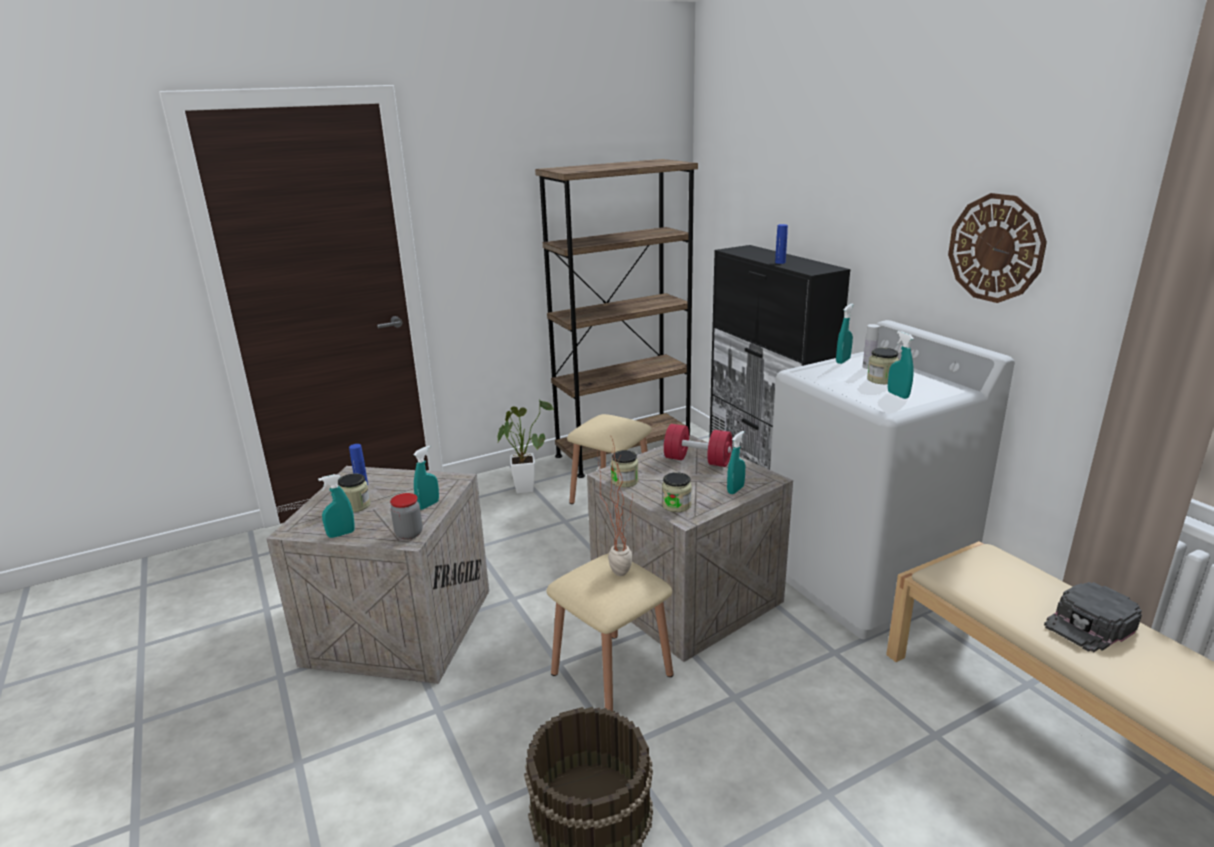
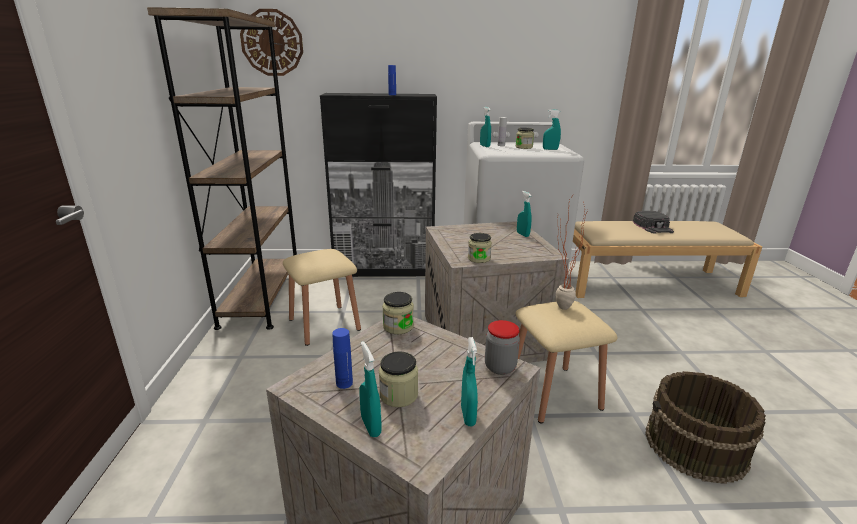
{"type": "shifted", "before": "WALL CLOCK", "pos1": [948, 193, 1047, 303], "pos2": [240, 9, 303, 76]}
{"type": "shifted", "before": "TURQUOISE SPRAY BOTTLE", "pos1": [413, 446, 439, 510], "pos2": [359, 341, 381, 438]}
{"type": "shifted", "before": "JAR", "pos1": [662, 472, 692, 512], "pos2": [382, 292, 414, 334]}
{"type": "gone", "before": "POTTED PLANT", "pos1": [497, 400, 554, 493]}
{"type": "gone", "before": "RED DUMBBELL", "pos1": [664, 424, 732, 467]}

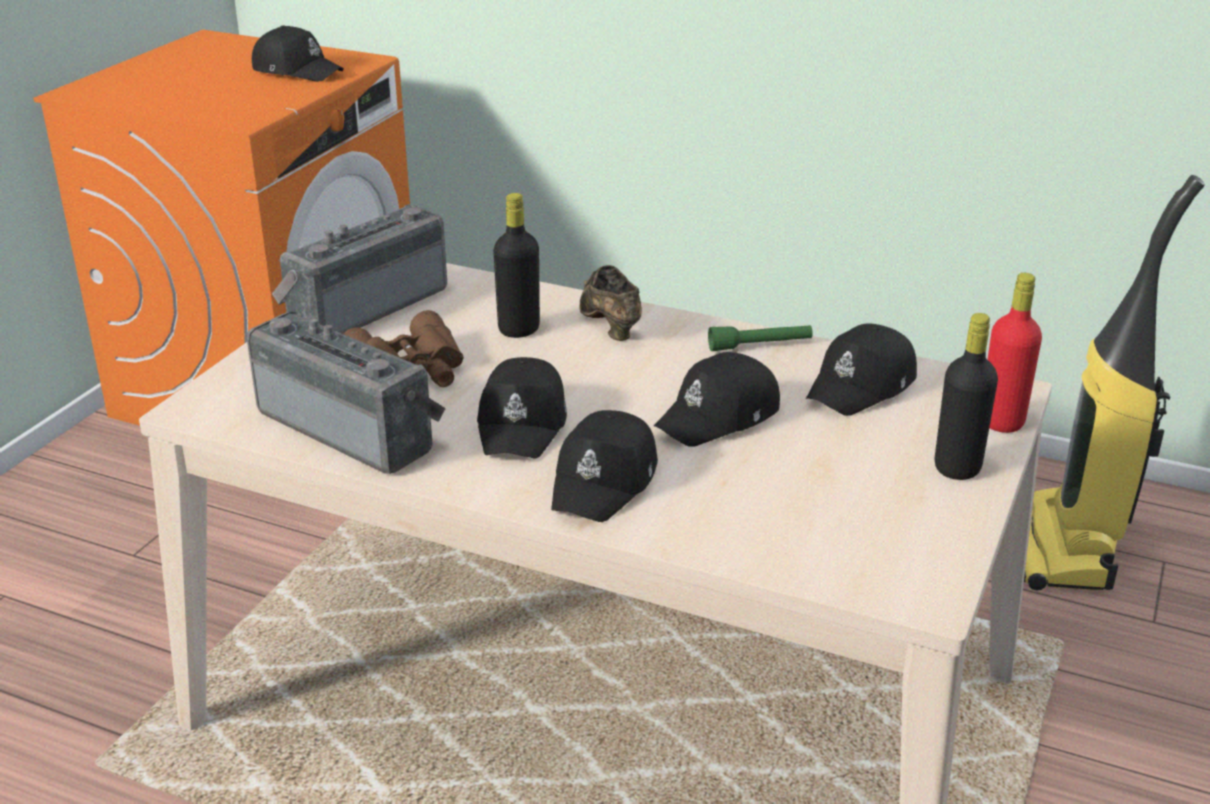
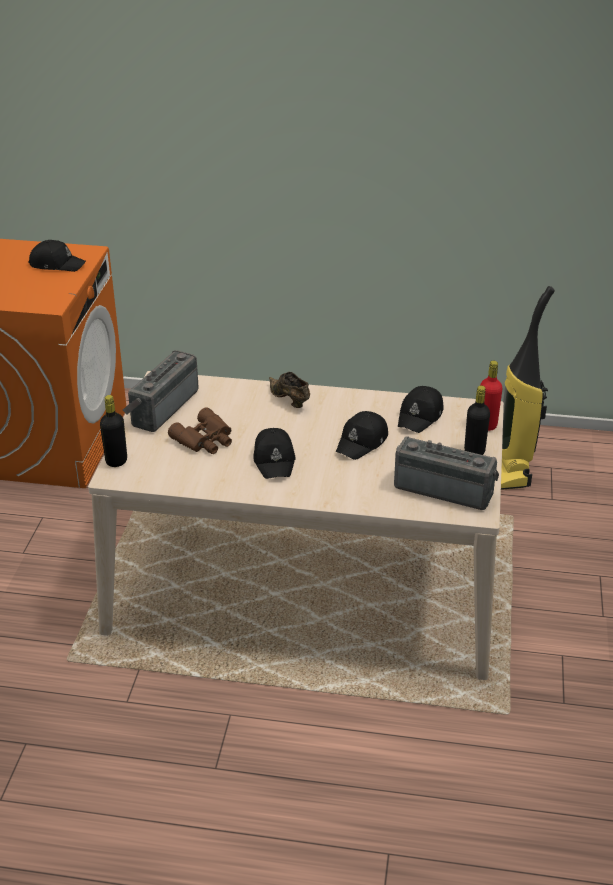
{"type": "shifted", "before": "BLACK BOTTLE", "pos1": [493, 193, 540, 338], "pos2": [100, 395, 127, 467]}
{"type": "shifted", "before": "RADIO", "pos1": [246, 312, 446, 474], "pos2": [394, 436, 499, 510]}
{"type": "gone", "before": "BLACK CAP", "pos1": [551, 410, 658, 522]}
{"type": "gone", "before": "GREEN FLASHLIGHT", "pos1": [708, 325, 813, 351]}

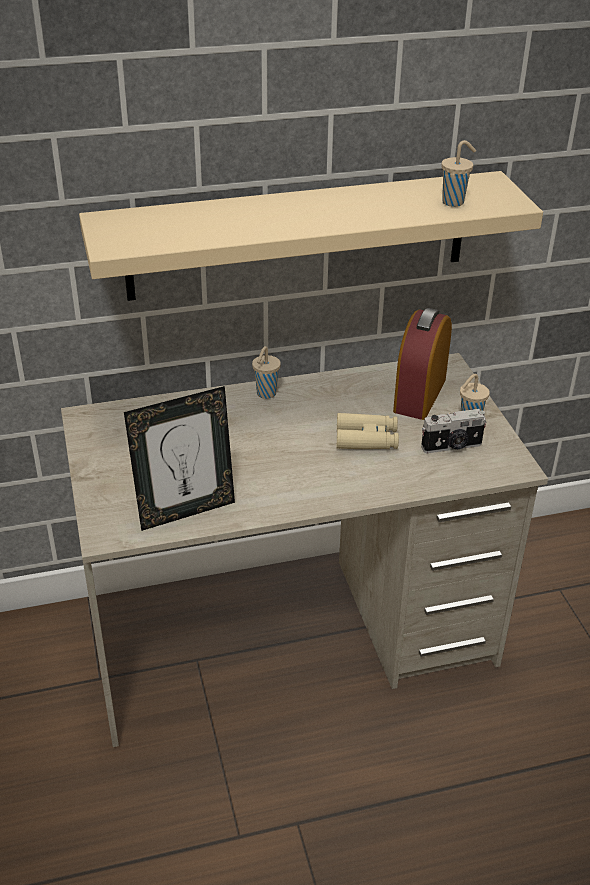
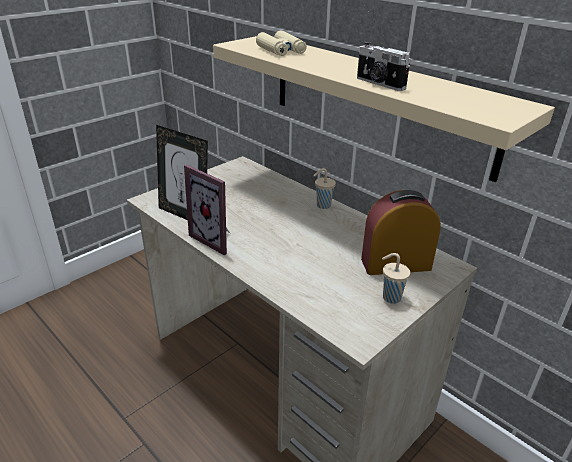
{"type": "new", "after": "PICTURE FRAME", "pos2": [184, 165, 230, 255]}
{"type": "shifted", "before": "BEIGE BINOCULARS", "pos1": [337, 413, 399, 449], "pos2": [256, 30, 307, 56]}
{"type": "shifted", "before": "PHOTO CAMERA", "pos1": [421, 409, 487, 453], "pos2": [357, 41, 411, 91]}
{"type": "gone", "before": "BEIGE CUP", "pos1": [441, 140, 476, 207]}

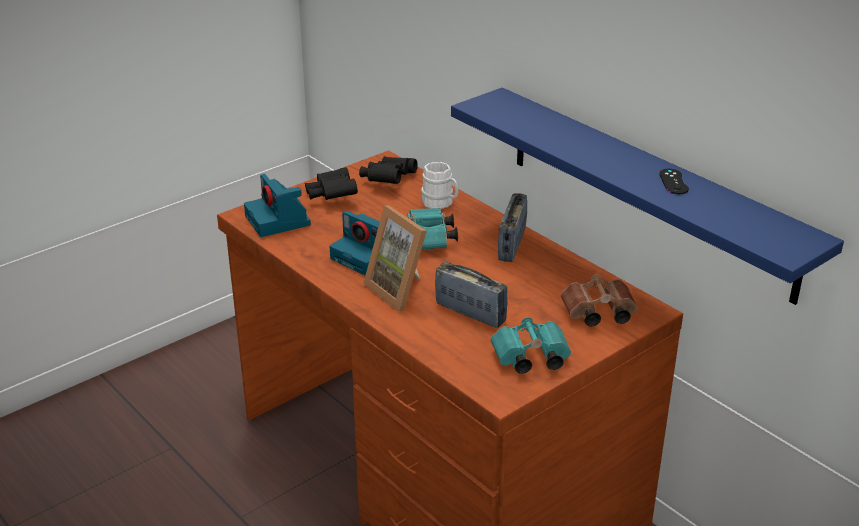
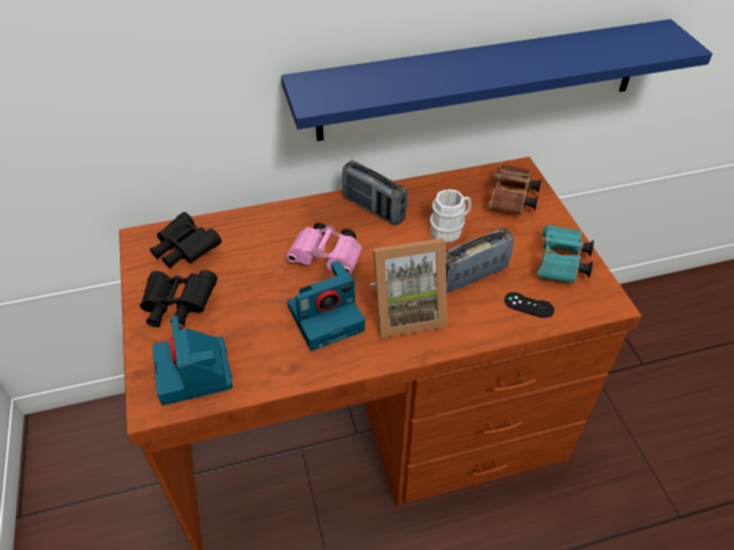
{"type": "rotated", "before": "PHOTO CAMERA", "pos1": [244, 174, 311, 237], "pos2": [152, 316, 233, 405], "turn": 75}
{"type": "repainted", "before": "TURQUOISE BINOCULARS", "after": "PINK BINOCULARS", "pos1": [407, 208, 458, 250], "pos2": [286, 223, 363, 275]}
{"type": "shifted", "before": "WHITE MUG", "pos1": [421, 162, 458, 209], "pos2": [430, 189, 471, 242]}
{"type": "shifted", "before": "BLACK GAME CONTROLLER", "pos1": [659, 169, 689, 194], "pos2": [504, 292, 554, 318]}

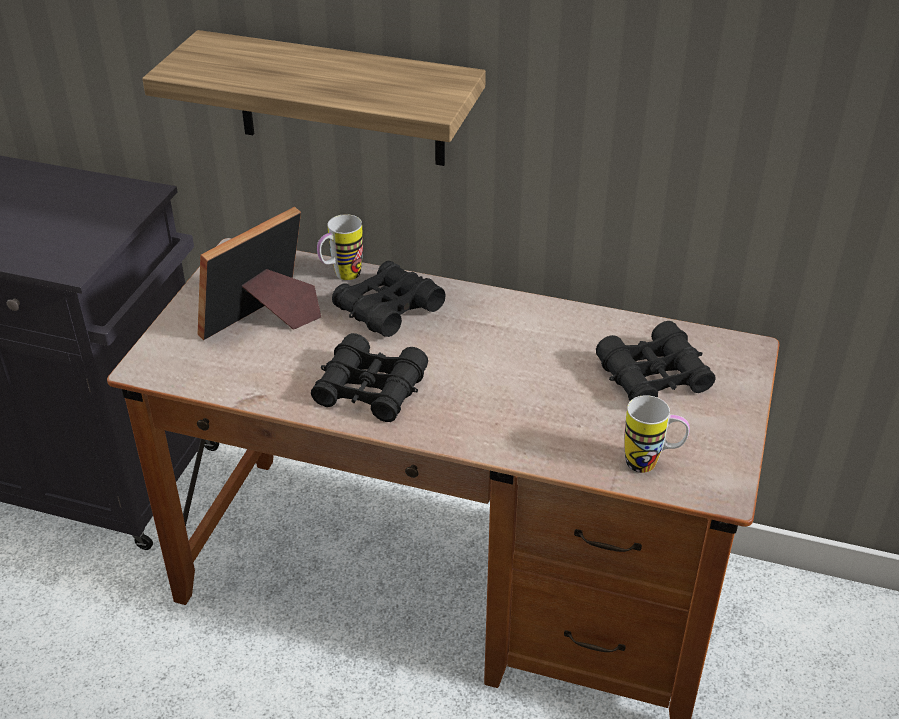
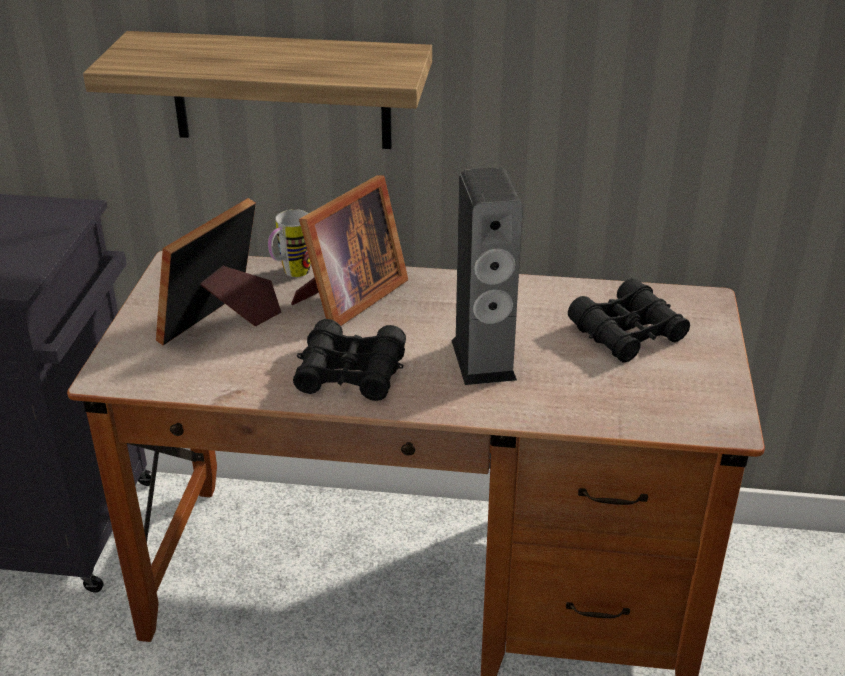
{"type": "swapped", "before": "BLACK BINOCULARS", "after": "PICTURE FRAME", "pos1": [332, 261, 446, 337], "pos2": [291, 175, 408, 326]}
{"type": "new", "after": "SPEAKER", "pos2": [452, 167, 523, 385]}
{"type": "gone", "before": "MUG", "pos1": [624, 395, 690, 473]}

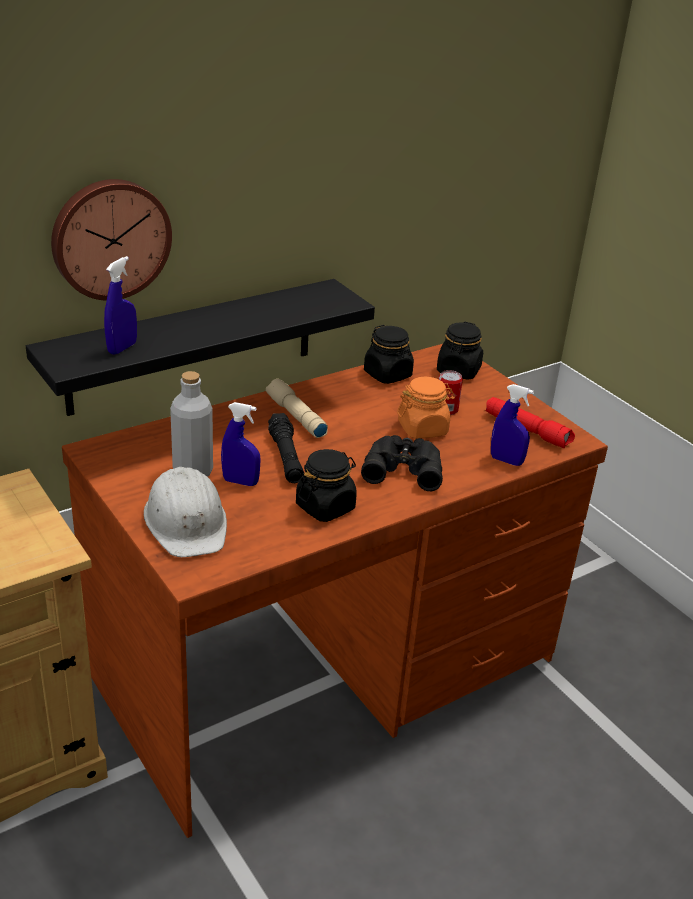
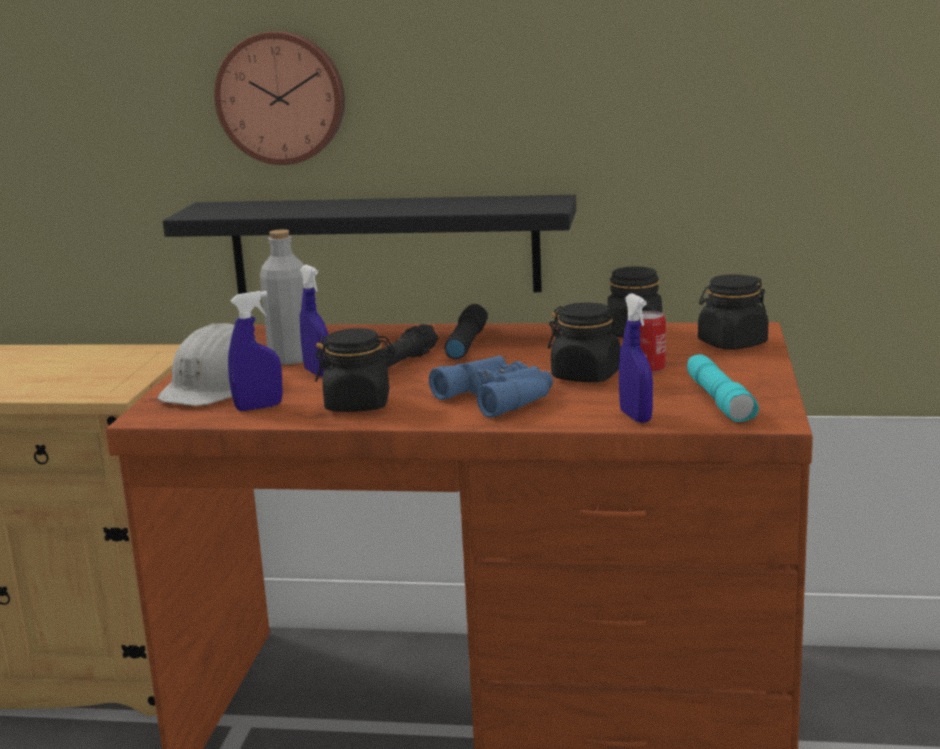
{"type": "shifted", "before": "BLUE SPRAY BOTTLE", "pos1": [104, 256, 137, 355], "pos2": [228, 291, 283, 411]}
{"type": "repainted", "before": "BLACK BINOCULARS", "after": "BLUE BINOCULARS", "pos1": [361, 435, 443, 491], "pos2": [429, 356, 553, 418]}
{"type": "repainted", "before": "BEIGE FLASHLIGHT", "after": "BLACK FLASHLIGHT", "pos1": [266, 379, 328, 438], "pos2": [445, 304, 488, 359]}
{"type": "repainted", "before": "ORANGE JAR", "after": "BLACK JAR", "pos1": [397, 376, 455, 439], "pos2": [548, 302, 625, 382]}
{"type": "repainted", "before": "RED FLASHLIGHT", "after": "TURQUOISE FLASHLIGHT", "pos1": [485, 397, 575, 448], "pos2": [687, 354, 759, 422]}

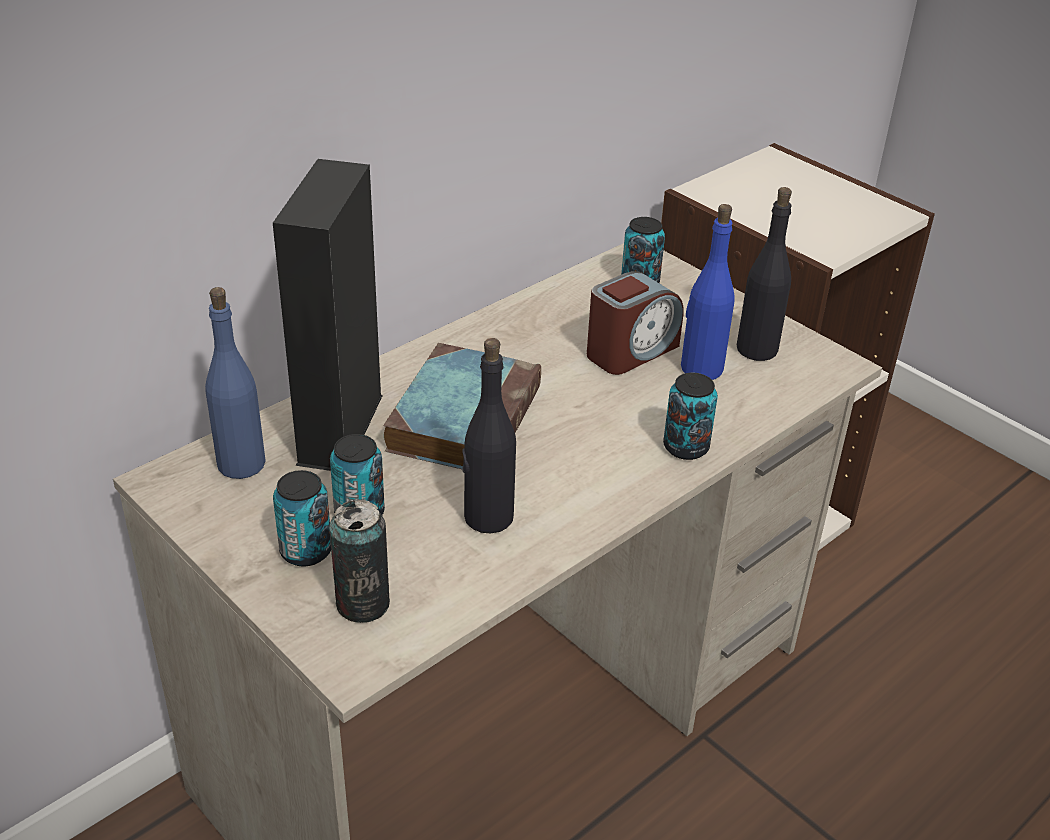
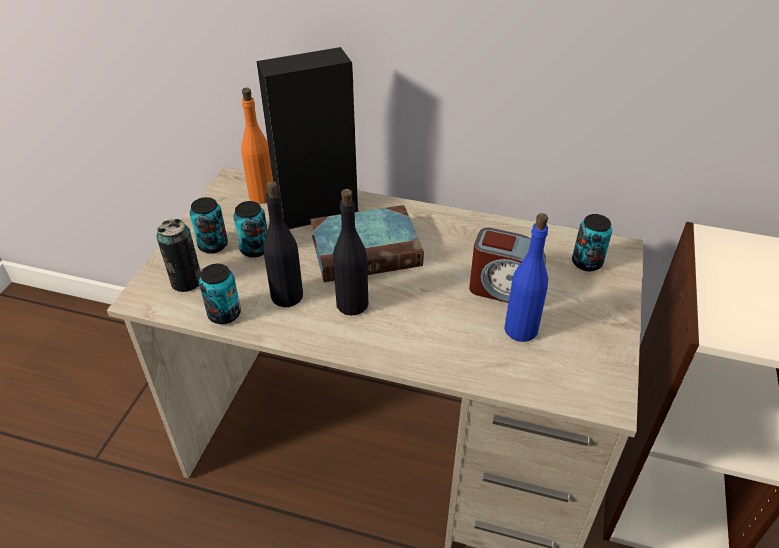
{"type": "shifted", "before": "CAN", "pos1": [663, 373, 718, 460], "pos2": [199, 264, 241, 324]}
{"type": "repainted", "before": "BLUE BOTTLE", "after": "ORANGE BOTTLE", "pos1": [205, 287, 266, 479], "pos2": [241, 88, 273, 204]}
{"type": "shifted", "before": "BLACK BOTTLE", "pos1": [737, 187, 792, 361], "pos2": [333, 189, 368, 315]}

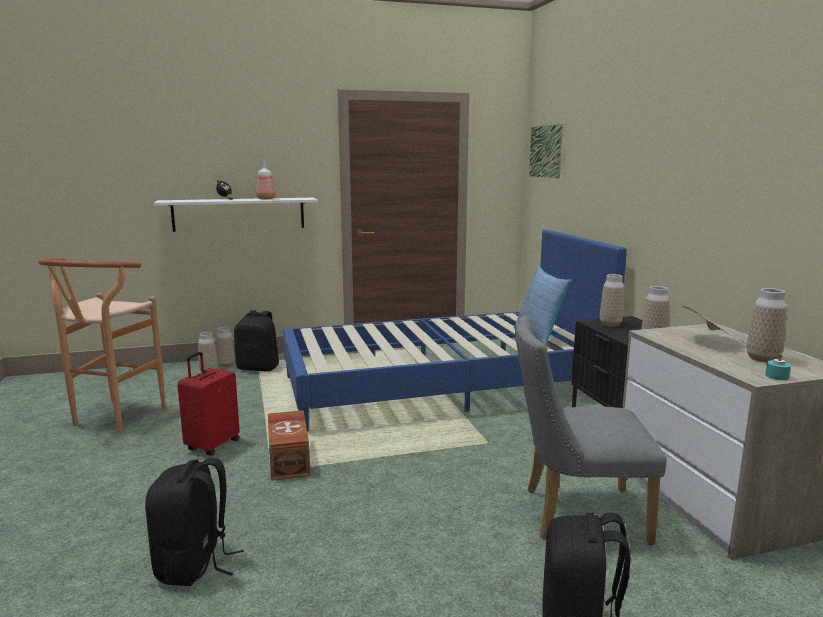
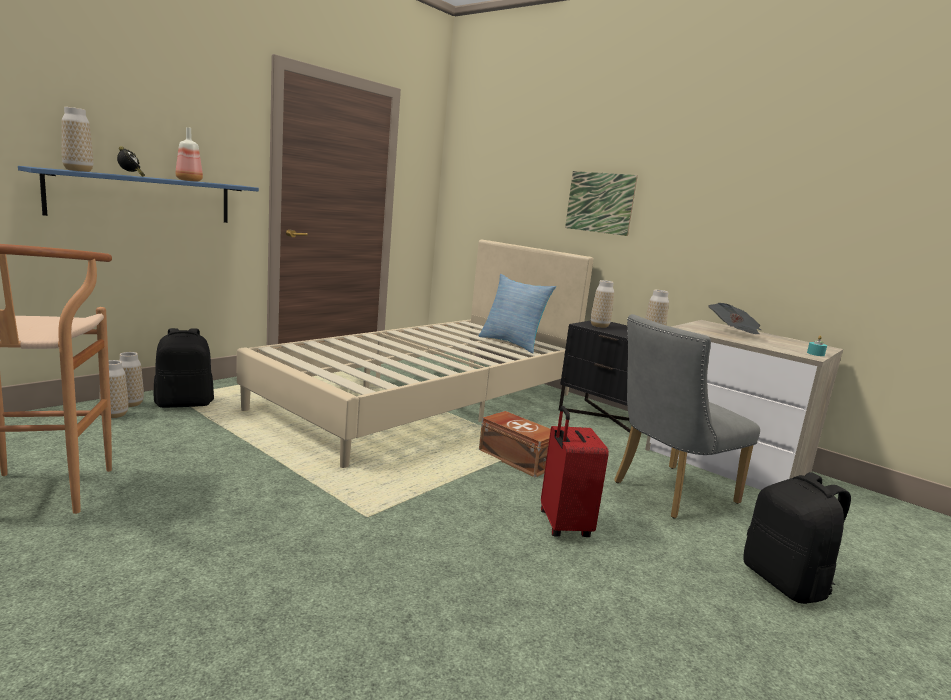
{"type": "repainted", "before": "WHITE SHELF", "after": "BLUE SHELF", "pos1": [154, 198, 318, 232], "pos2": [18, 166, 259, 223]}
{"type": "shifted", "before": "VASE", "pos1": [747, 288, 787, 362], "pos2": [61, 107, 93, 172]}
{"type": "repainted", "before": "BLUE BED", "after": "BEIGE BED", "pos1": [283, 229, 627, 432], "pos2": [237, 240, 594, 468]}
{"type": "shifted", "before": "BROWN STORAGE BOX", "pos1": [268, 410, 310, 481], "pos2": [479, 411, 551, 477]}
{"type": "shifted", "before": "RED SUITCASE", "pos1": [177, 352, 240, 456], "pos2": [541, 406, 609, 537]}
{"type": "shifted", "before": "PICTURE", "pos1": [529, 124, 563, 178], "pos2": [565, 171, 638, 236]}
{"type": "gone", "before": "BLACK BACKPACK", "pos1": [145, 458, 244, 586]}

